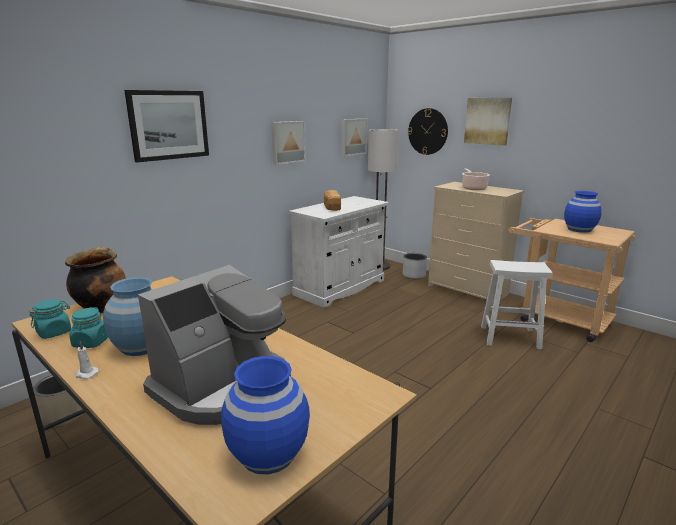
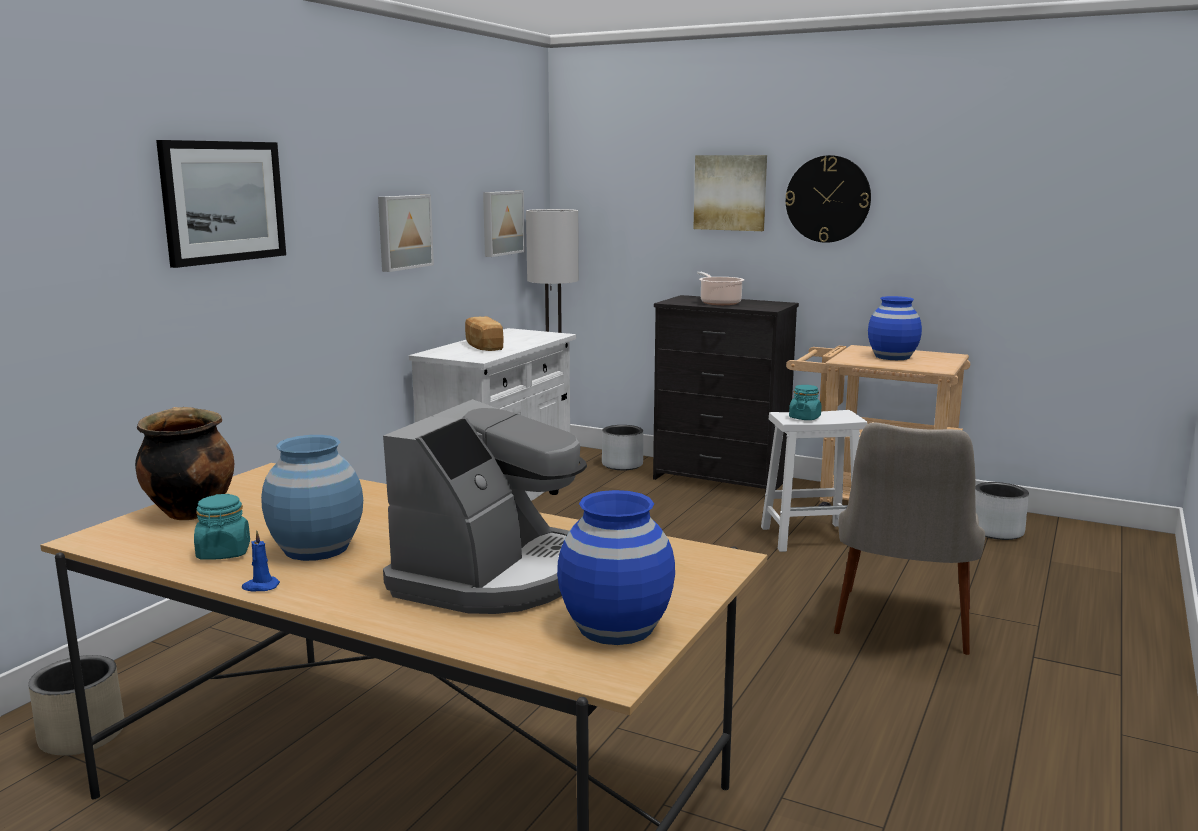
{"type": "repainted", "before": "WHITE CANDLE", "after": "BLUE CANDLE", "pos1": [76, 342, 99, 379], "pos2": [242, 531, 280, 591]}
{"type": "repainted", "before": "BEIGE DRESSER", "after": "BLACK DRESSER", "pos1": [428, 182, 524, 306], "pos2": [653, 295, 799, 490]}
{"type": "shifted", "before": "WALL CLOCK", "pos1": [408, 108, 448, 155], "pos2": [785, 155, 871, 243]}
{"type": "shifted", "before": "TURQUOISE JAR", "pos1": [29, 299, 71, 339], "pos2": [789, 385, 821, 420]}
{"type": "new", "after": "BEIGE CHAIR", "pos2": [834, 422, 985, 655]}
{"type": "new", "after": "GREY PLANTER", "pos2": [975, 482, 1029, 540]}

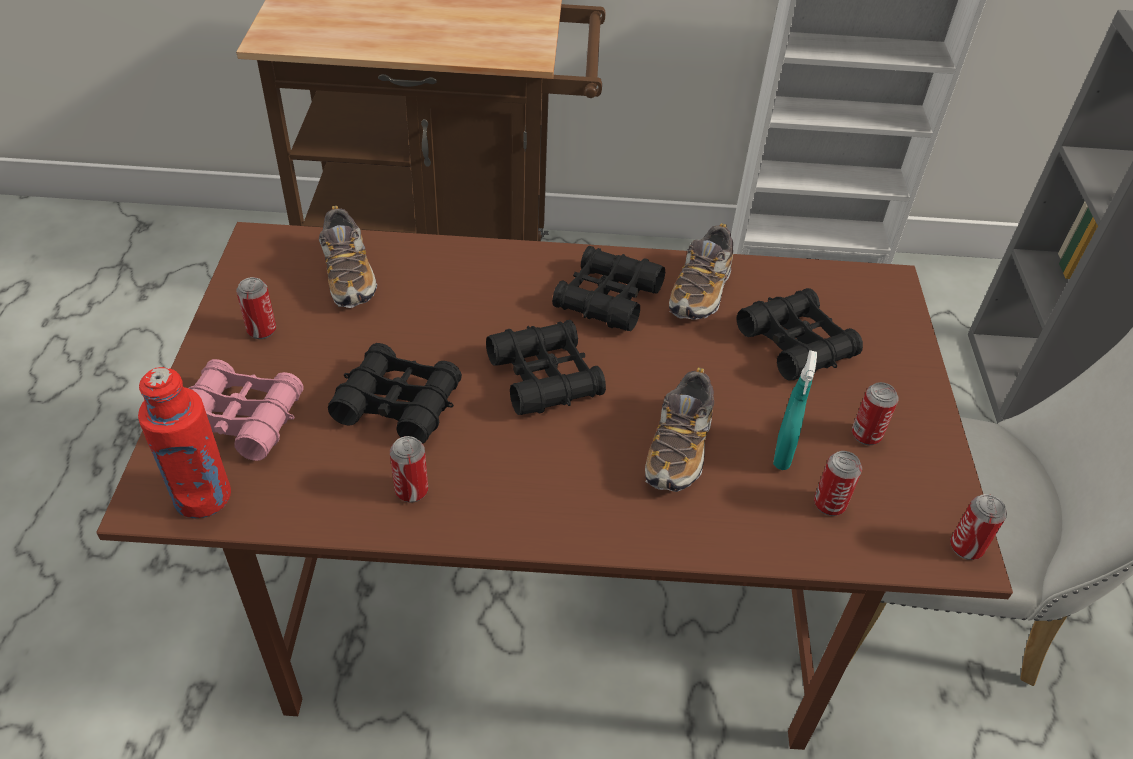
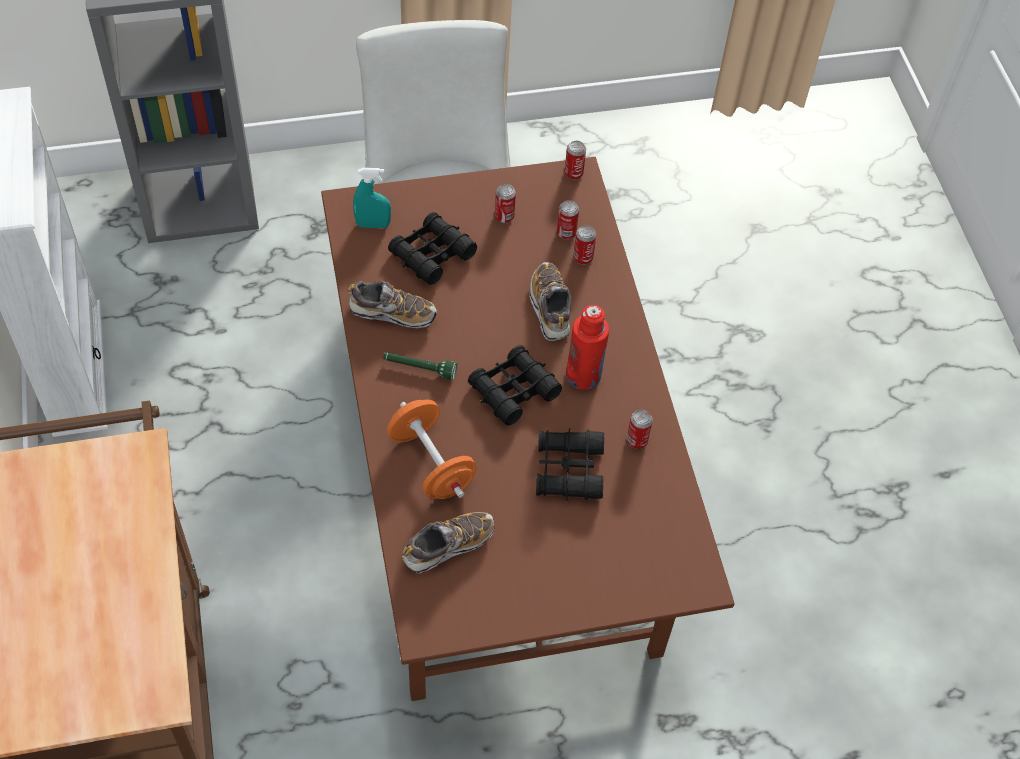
{"type": "shifted", "before": "TURQUOISE SPRAY BOTTLE", "pos1": [773, 350, 817, 470], "pos2": [353, 168, 391, 228]}
{"type": "swapped", "before": "BLACK BINOCULARS", "after": "GREEN FLASHLIGHT", "pos1": [552, 246, 665, 331], "pos2": [383, 352, 457, 380]}
{"type": "new", "after": "ORANGE DUMBBELL", "pos2": [387, 400, 477, 499]}
{"type": "rotated", "before": "SHOE", "pos1": [645, 367, 714, 492], "pos2": [529, 262, 572, 341], "turn": -105}
{"type": "shifted", "before": "RED BOTTLE", "pos1": [138, 367, 231, 518], "pos2": [566, 305, 609, 390]}
{"type": "shifted", "before": "CAN", "pos1": [236, 277, 276, 339], "pos2": [573, 225, 596, 265]}
{"type": "gone", "before": "PINK BINOCULARS", "pos1": [189, 359, 303, 461]}

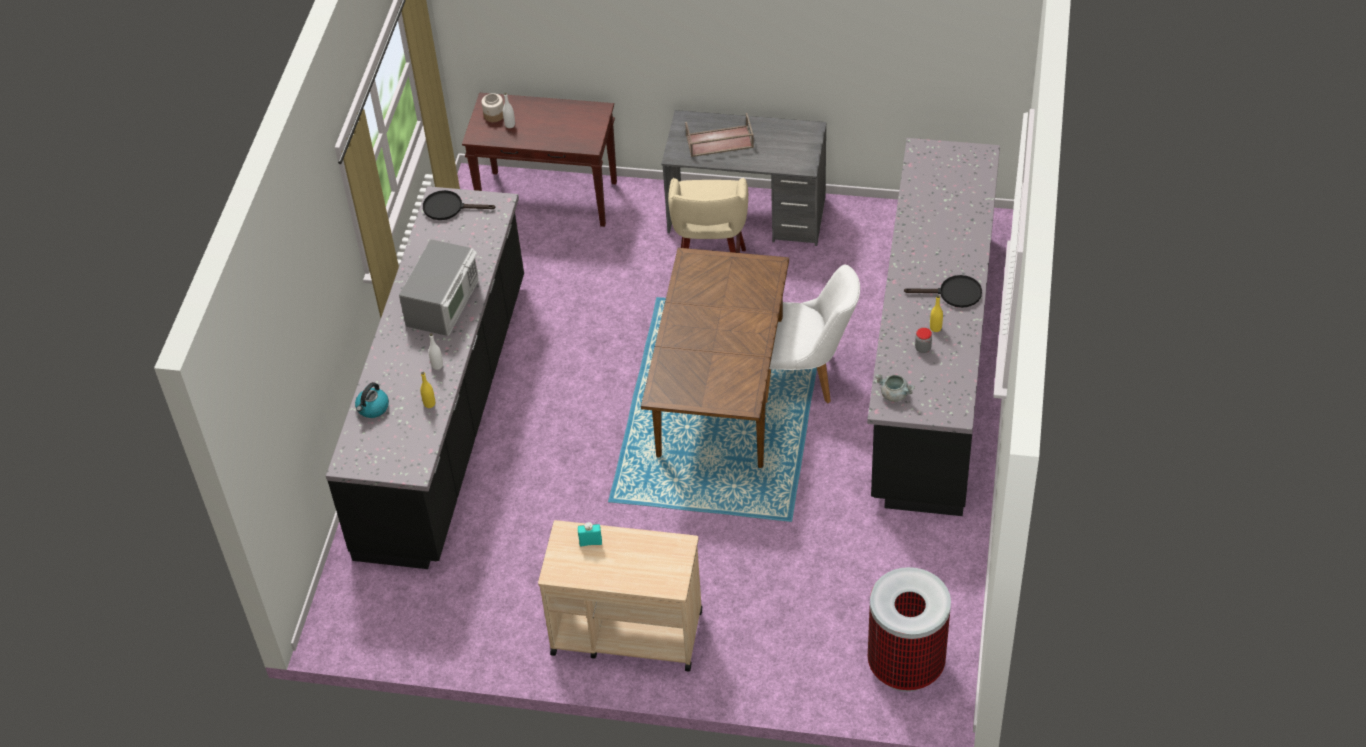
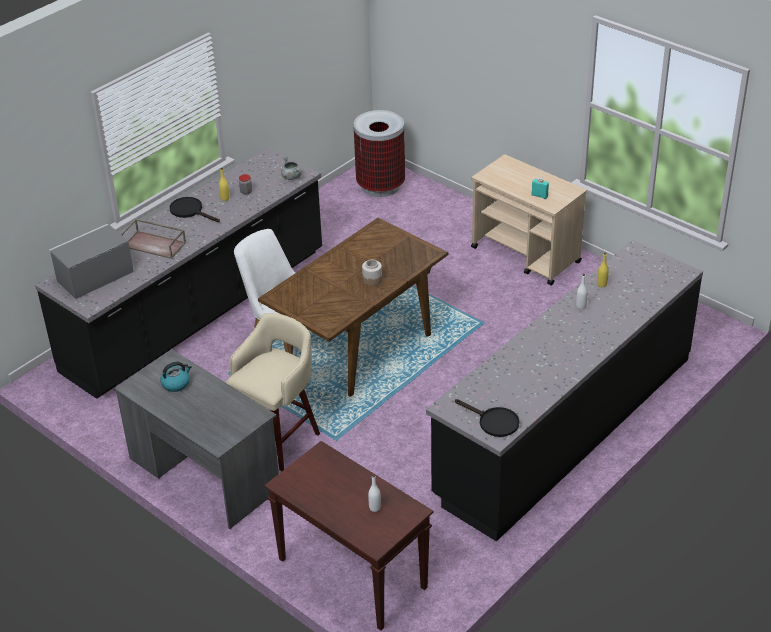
{"type": "shifted", "before": "MICROWAVE", "pos1": [399, 239, 479, 336], "pos2": [49, 224, 134, 299]}
{"type": "shifted", "before": "BROWN TRAY", "pos1": [685, 113, 754, 157], "pos2": [121, 219, 186, 259]}
{"type": "shifted", "before": "KETTLE", "pos1": [355, 382, 389, 418], "pos2": [160, 362, 192, 392]}
{"type": "shifted", "before": "JAR", "pos1": [482, 93, 504, 122], "pos2": [362, 260, 382, 286]}

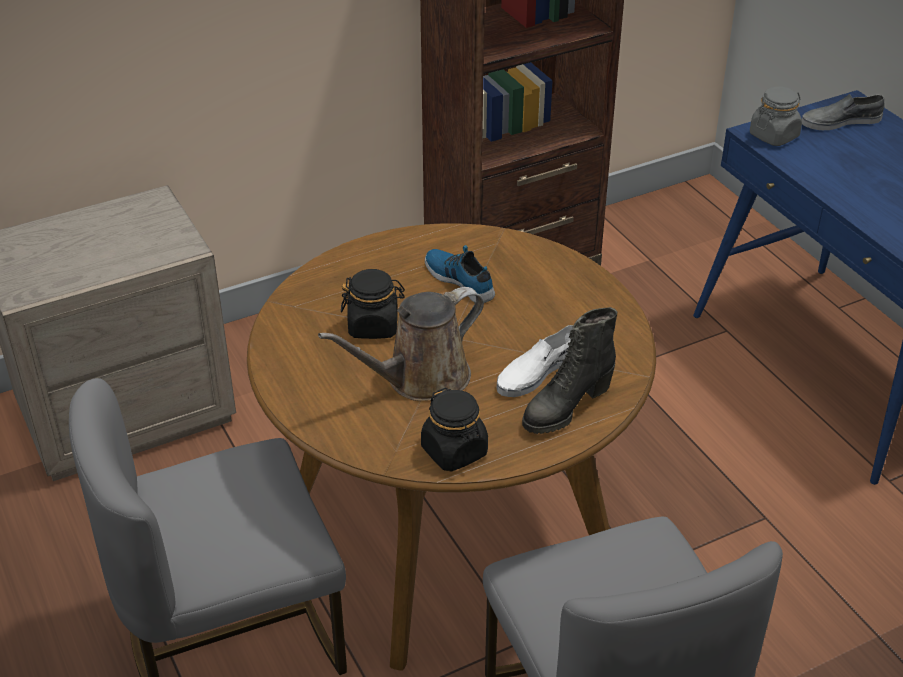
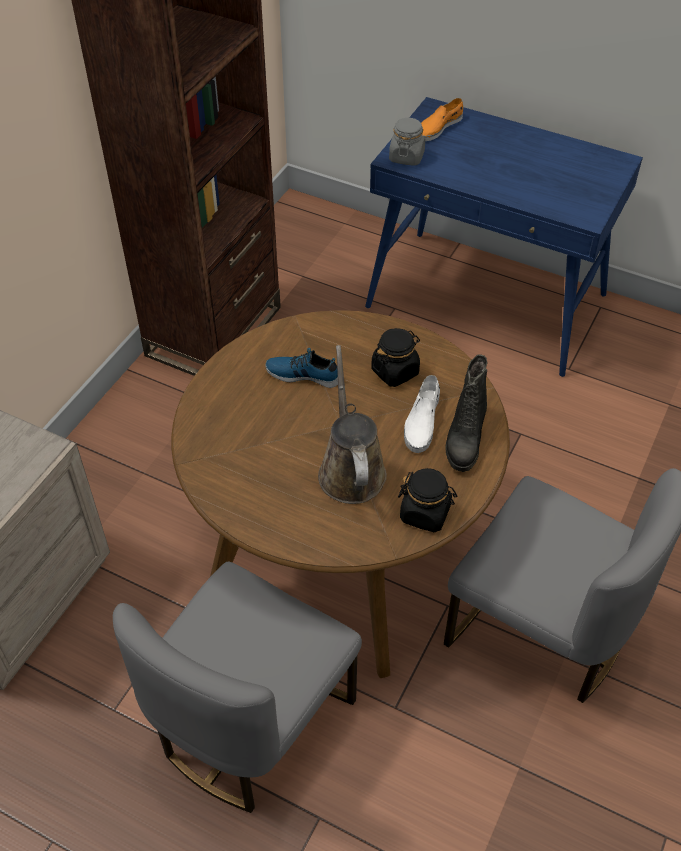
{"type": "rotated", "before": "BROWN WATERING CAN", "pos1": [318, 287, 484, 401], "pos2": [318, 345, 387, 504], "turn": 150}
{"type": "shifted", "before": "BLACK JAR", "pos1": [341, 269, 405, 339], "pos2": [371, 328, 420, 387]}
{"type": "repainted", "before": "GREY SHOE", "after": "ORANGE SHOE", "pos1": [802, 94, 884, 130], "pos2": [421, 98, 463, 141]}

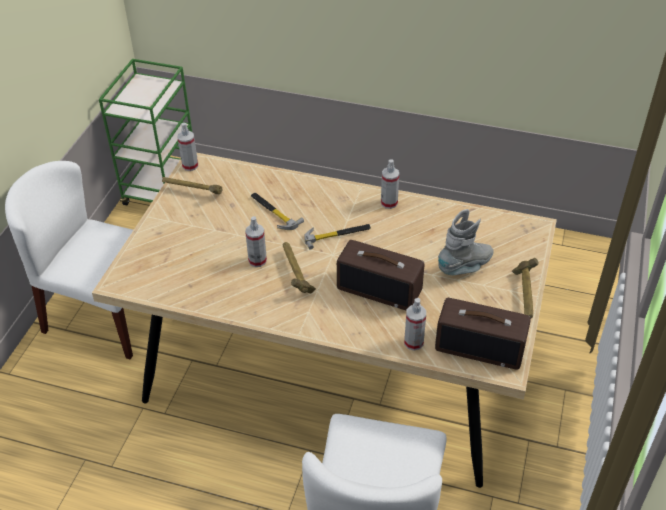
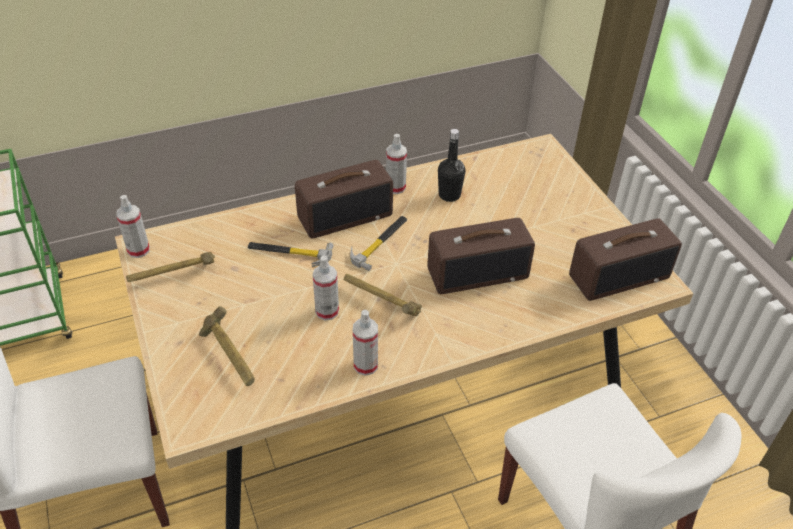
{"type": "shifted", "before": "HAMMER", "pos1": [512, 258, 539, 318], "pos2": [199, 306, 255, 386]}
{"type": "new", "after": "RADIO", "pos2": [295, 160, 393, 239]}
{"type": "shifted", "before": "SPRAY BOTTLE", "pos1": [404, 298, 426, 351], "pos2": [353, 310, 378, 376]}
{"type": "new", "after": "BLACK BOTTLE", "pos2": [438, 129, 466, 202]}
{"type": "gone", "before": "GREY BOOT", "pos1": [438, 209, 493, 275]}

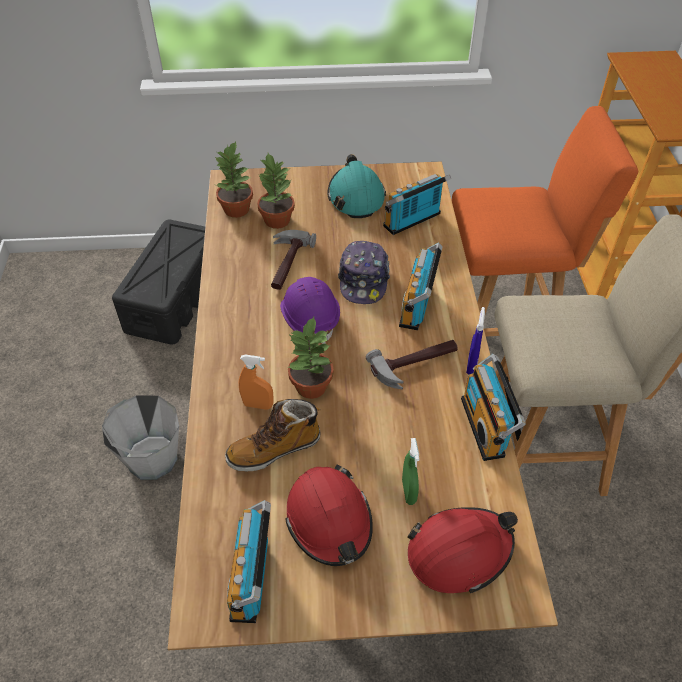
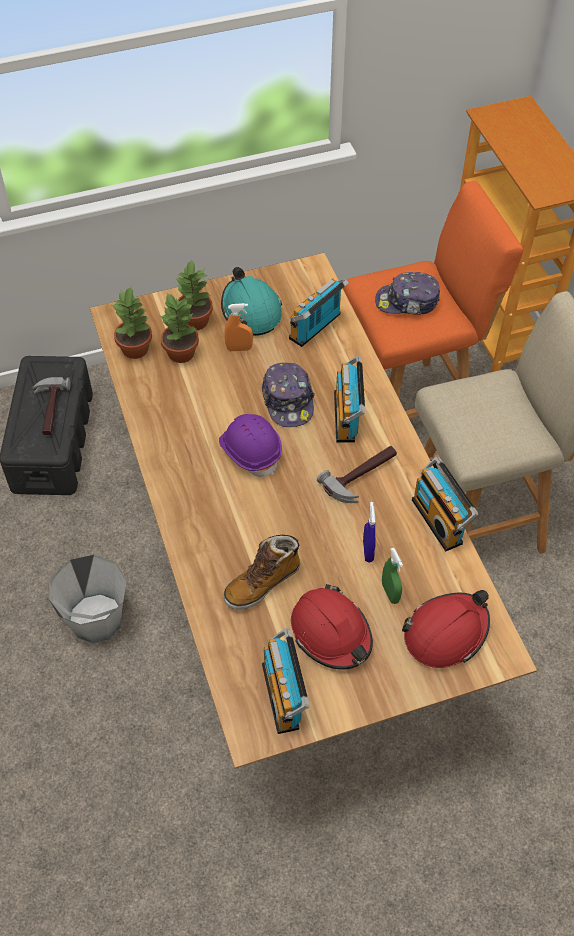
{"type": "shifted", "before": "HAMMER", "pos1": [271, 230, 316, 290], "pos2": [32, 377, 71, 435]}
{"type": "shifted", "before": "POTTED PLANT", "pos1": [287, 317, 334, 399], "pos2": [175, 260, 213, 330]}
{"type": "shifted", "before": "ORANGE SPRAY BOTTLE", "pos1": [239, 355, 274, 410], "pos2": [224, 303, 253, 351]}
{"type": "shifted", "before": "BLUE SPRAY BOTTLE", "pos1": [466, 307, 485, 375], "pos2": [363, 502, 376, 563]}
{"type": "new", "after": "CAP", "pos2": [375, 272, 440, 315]}

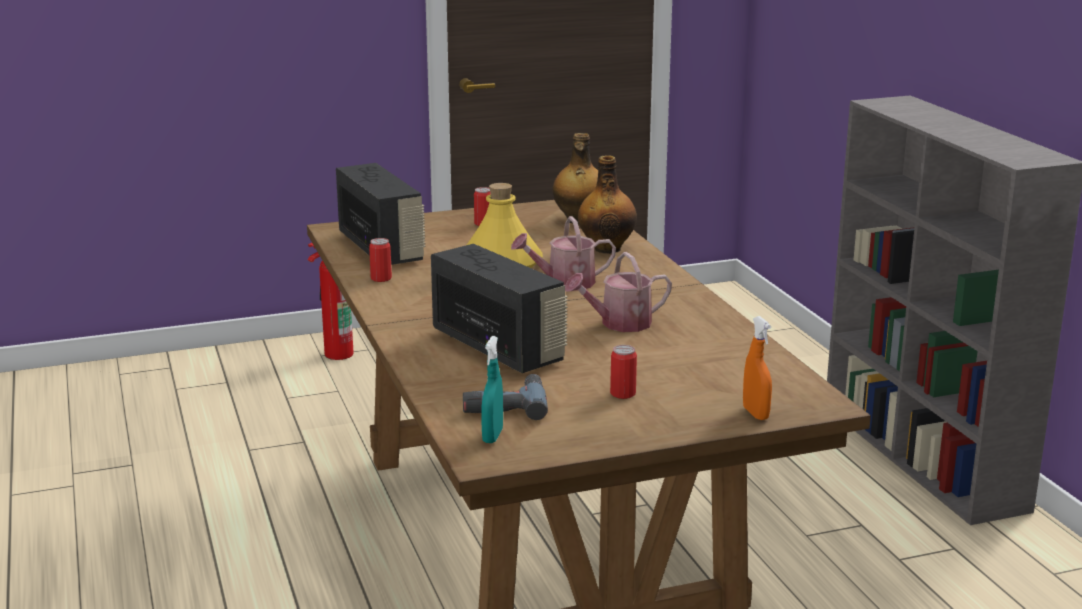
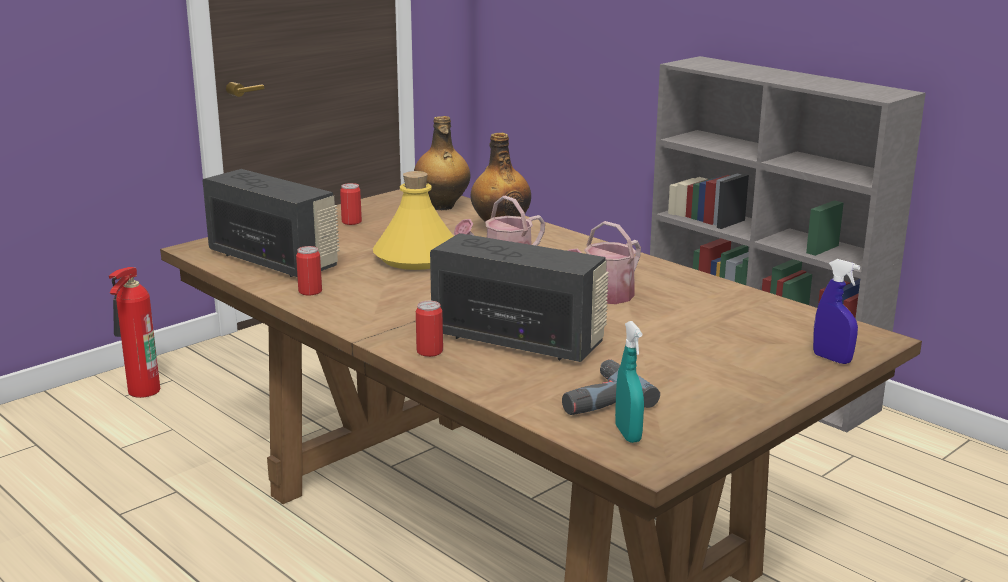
{"type": "shifted", "before": "CAN", "pos1": [610, 345, 637, 399], "pos2": [416, 301, 443, 357]}
{"type": "repainted", "before": "ORANGE SPRAY BOTTLE", "after": "BLUE SPRAY BOTTLE", "pos1": [743, 316, 772, 420], "pos2": [813, 259, 860, 364]}

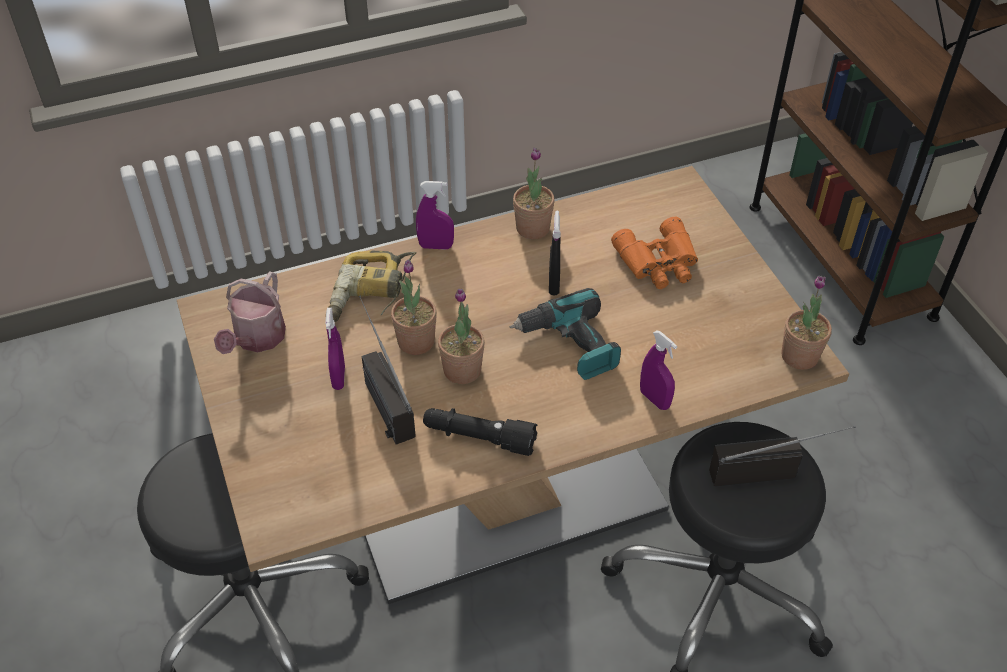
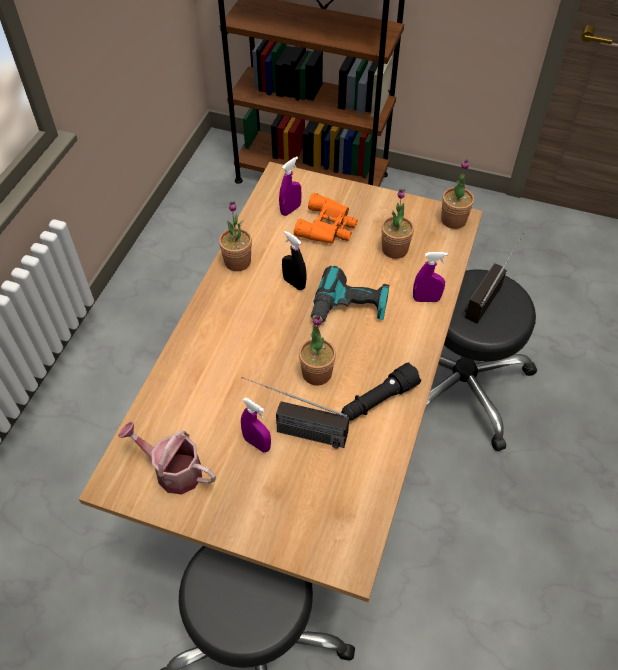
{"type": "rotated", "before": "WATERING CAN", "pos1": [214, 271, 286, 354], "pos2": [118, 421, 216, 495], "turn": 150}
{"type": "shifted", "before": "PURPLE SPRAY BOTTLE", "pos1": [416, 181, 454, 250], "pos2": [279, 157, 302, 216]}
{"type": "shifted", "before": "POTTED PLANT", "pos1": [391, 259, 437, 355], "pos2": [381, 189, 414, 259]}
{"type": "gone", "before": "POWER DRILL", "pos1": [328, 251, 417, 322]}

